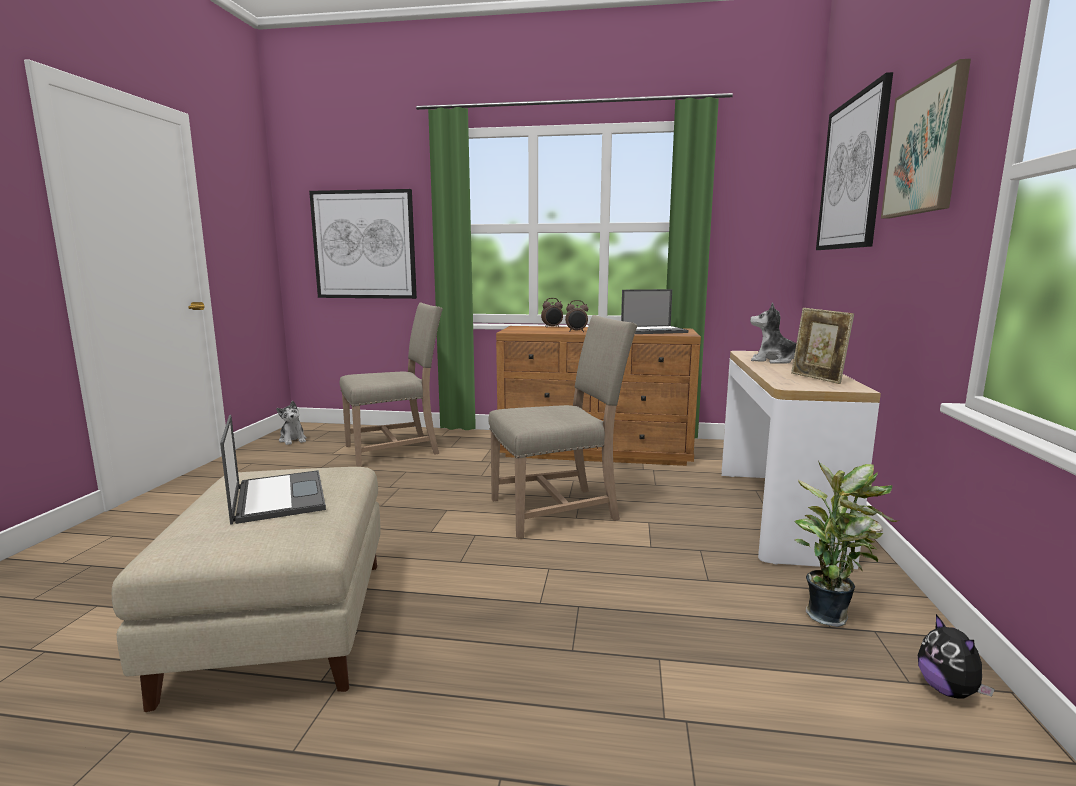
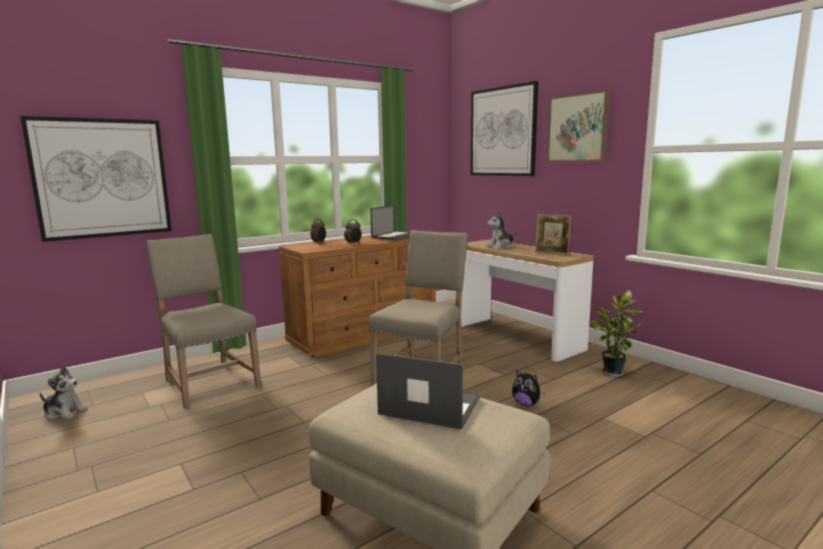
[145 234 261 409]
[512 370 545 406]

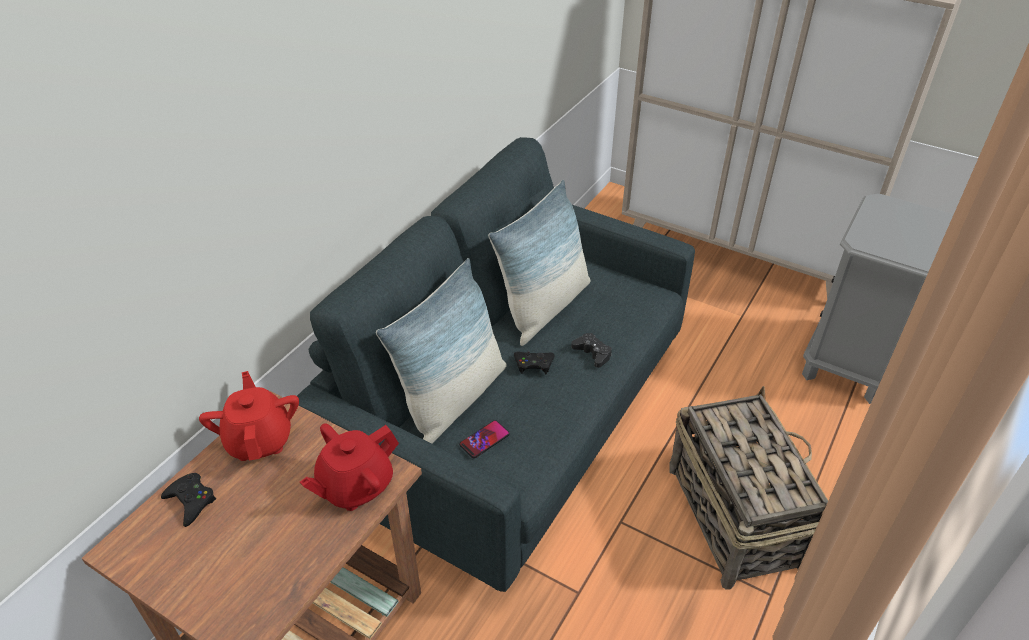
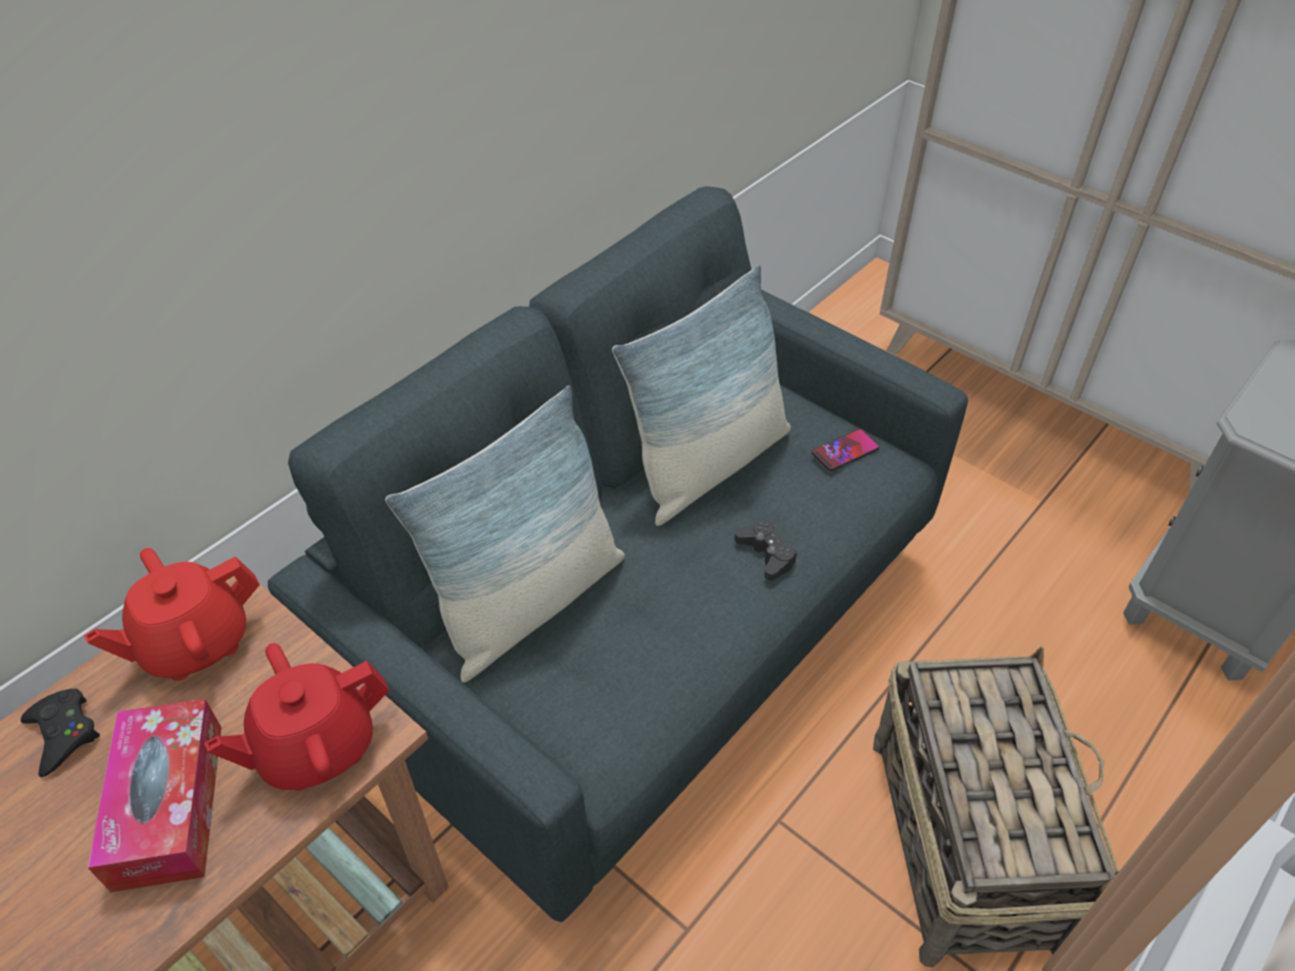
[84 548 260 681]
[812 429 880 471]
[514 352 555 374] (first image)
[87 699 221 892]

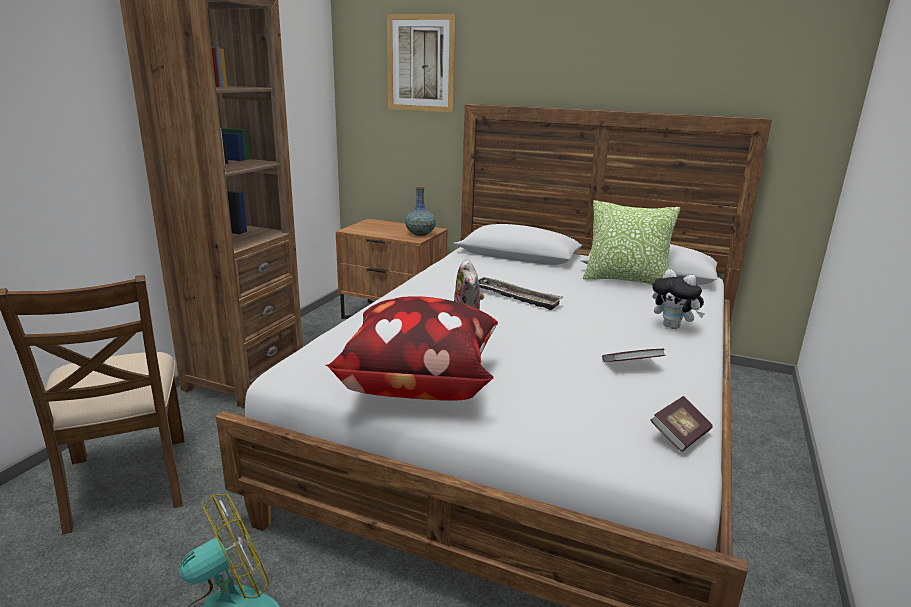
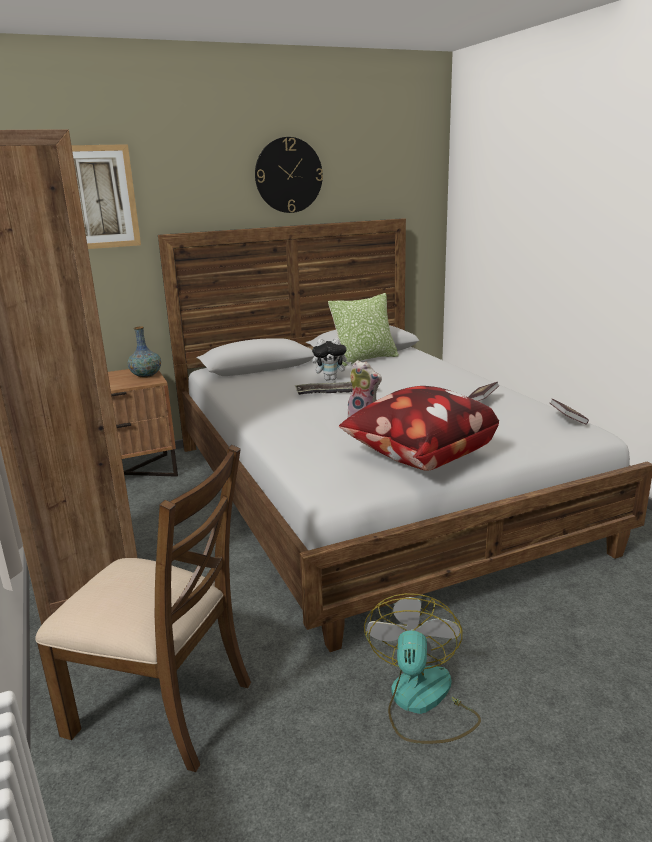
[312 338 351 381]
[255 137 323 213]

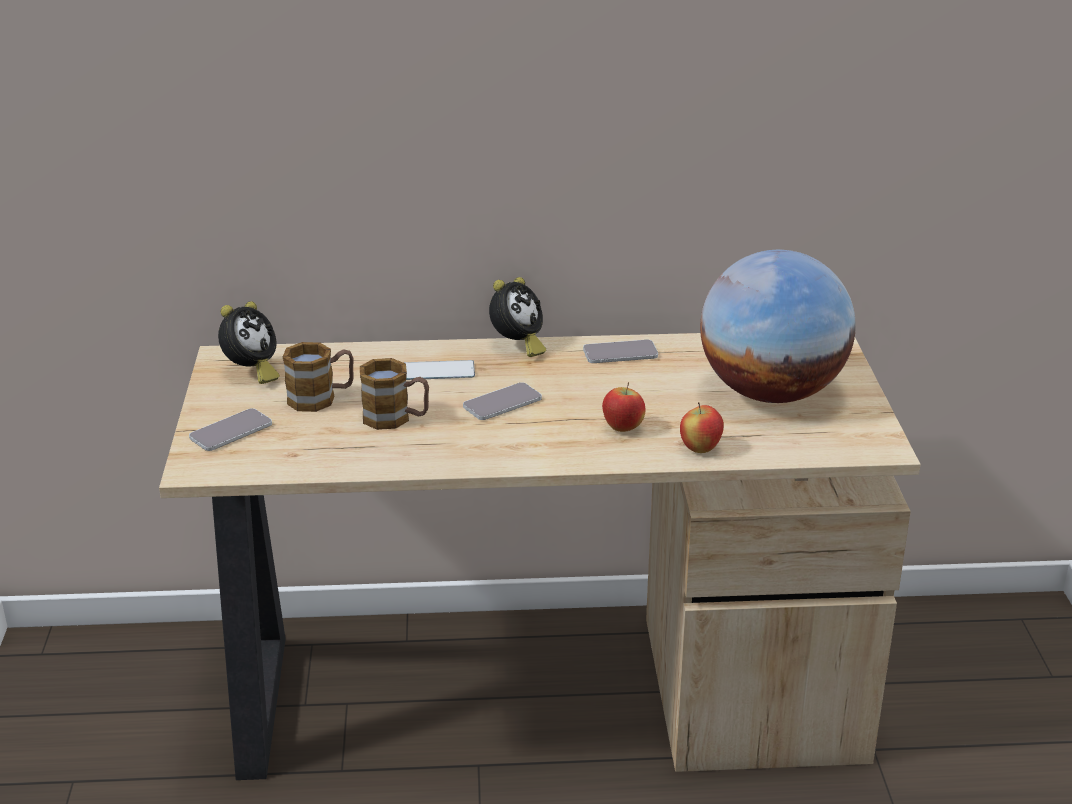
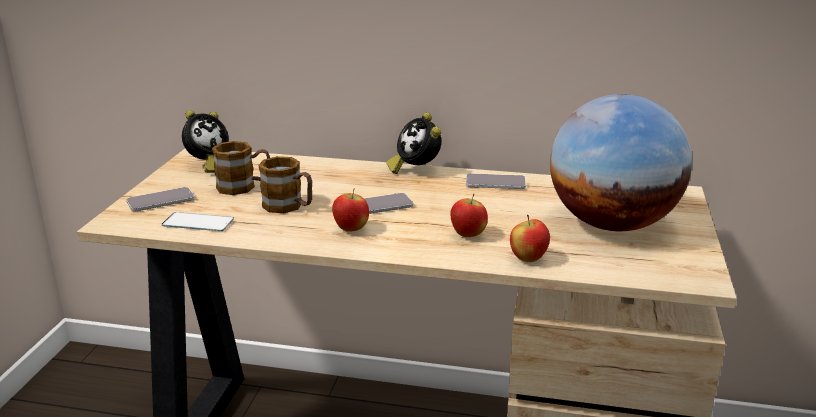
[162 212 234 231]
[386 112 441 174]
[332 188 369 232]

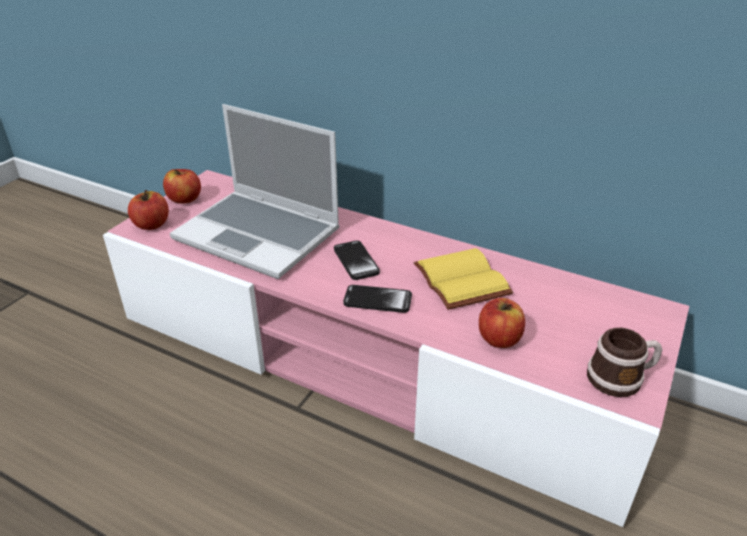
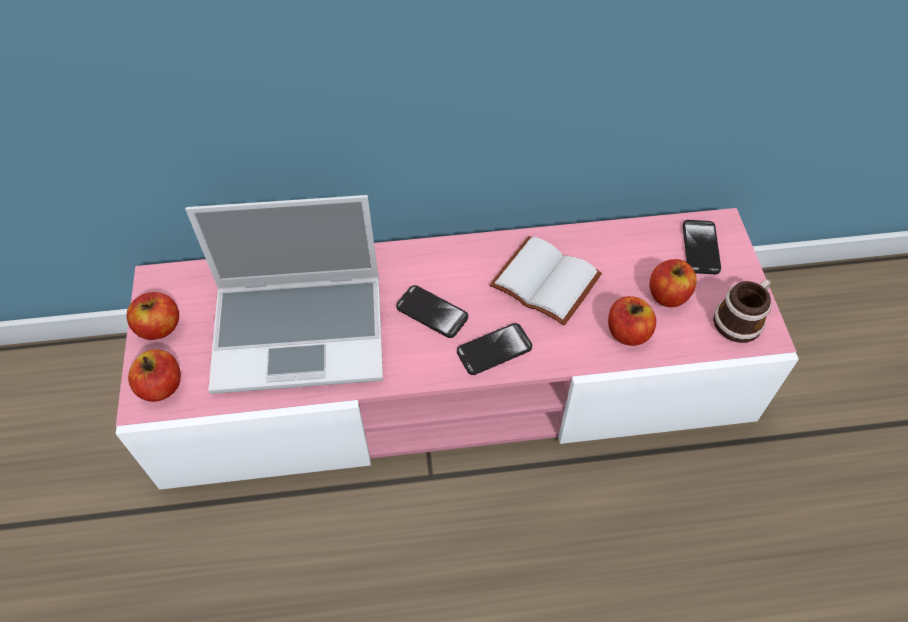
[490 236 602 326]
[649 259 697 307]
[683 220 721 275]

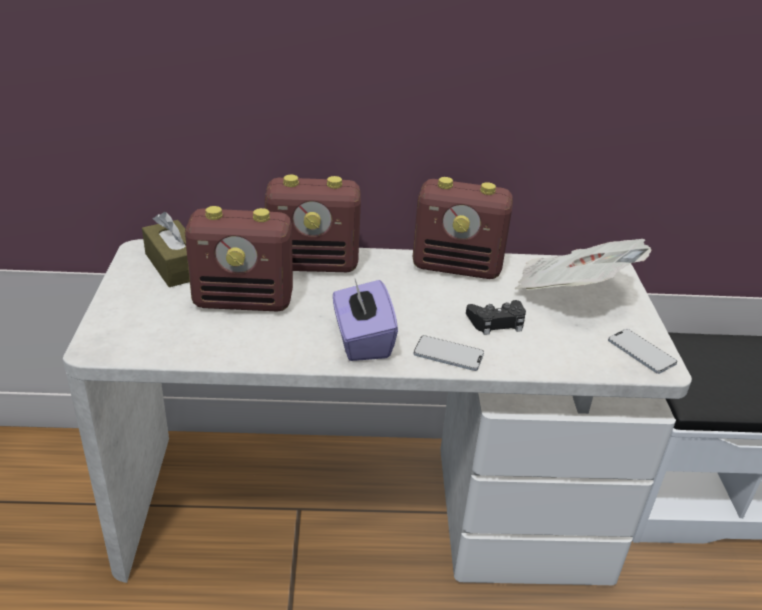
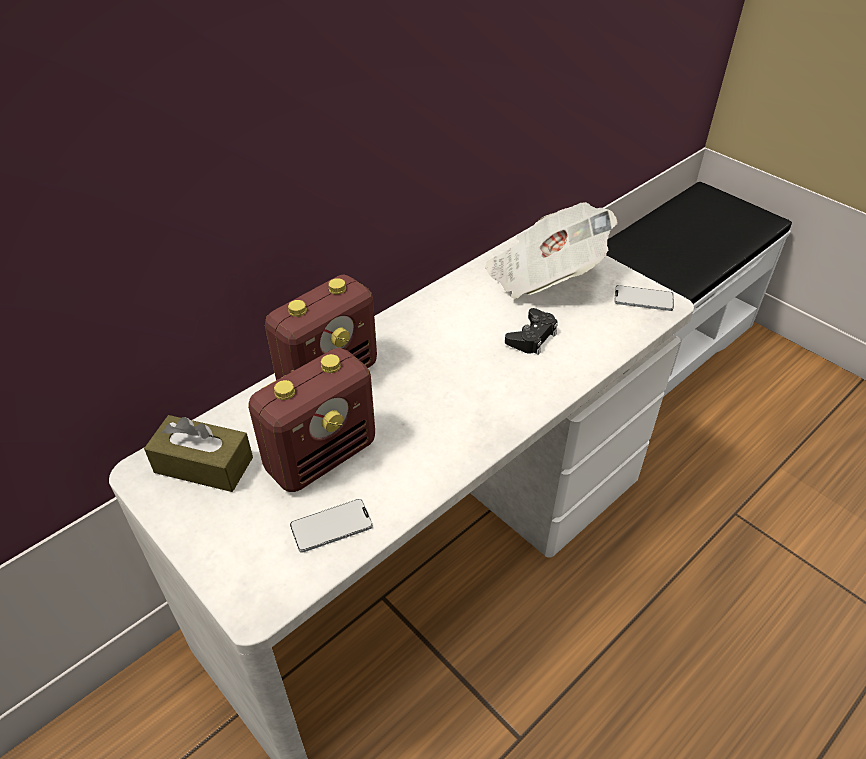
[333 277 398 361] (first image)
[413 177 513 279] (first image)
[290 499 373 553]

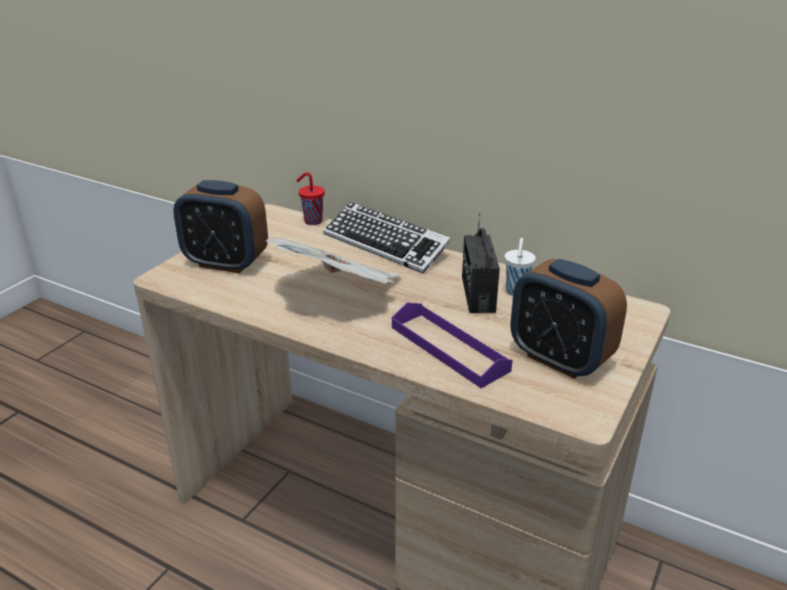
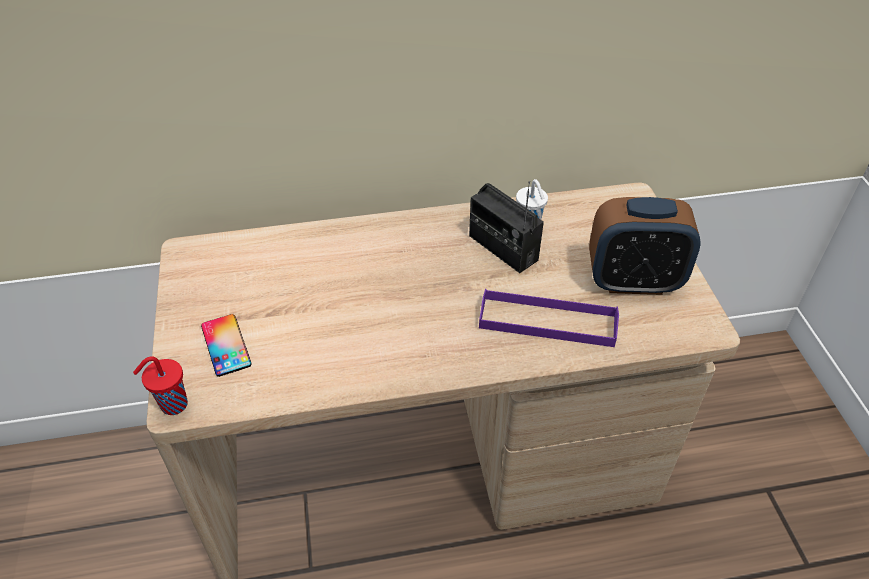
[201 314 252 377]
[266 237 401 284] (first image)
[133 356 188 415]
[323 202 451 273] (first image)

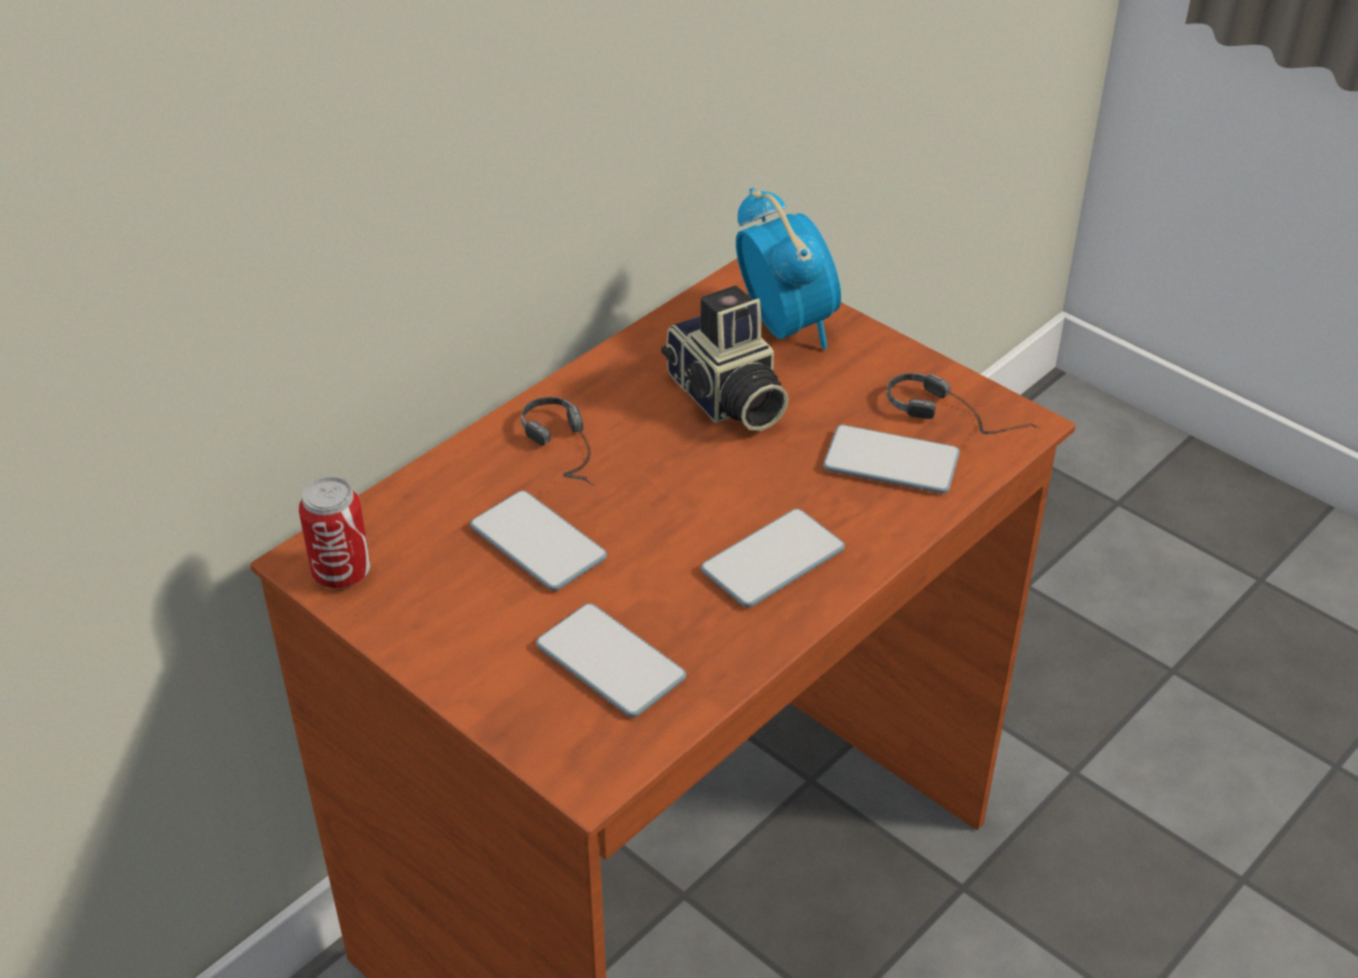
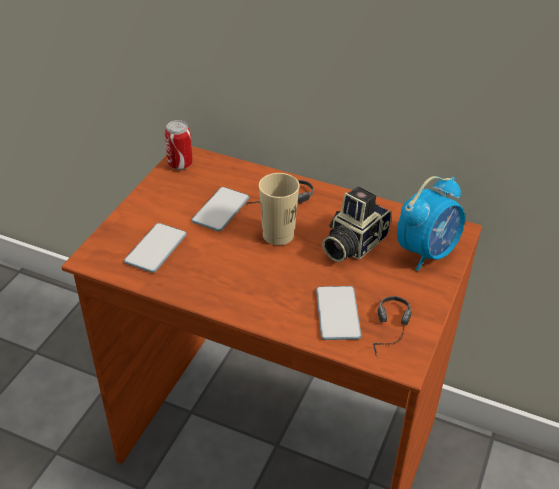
[701 509 845 608] (first image)
[259 173 300 245]

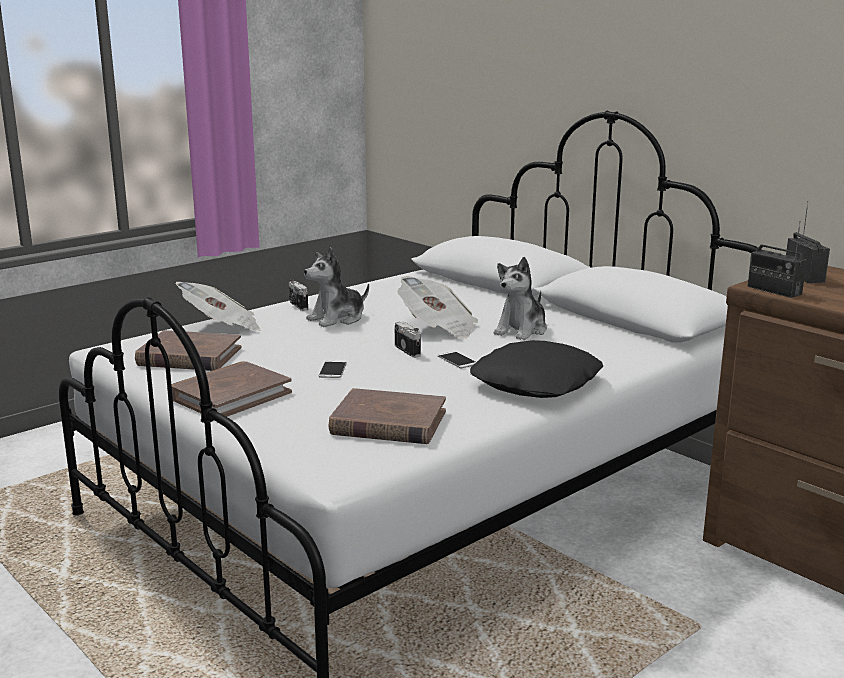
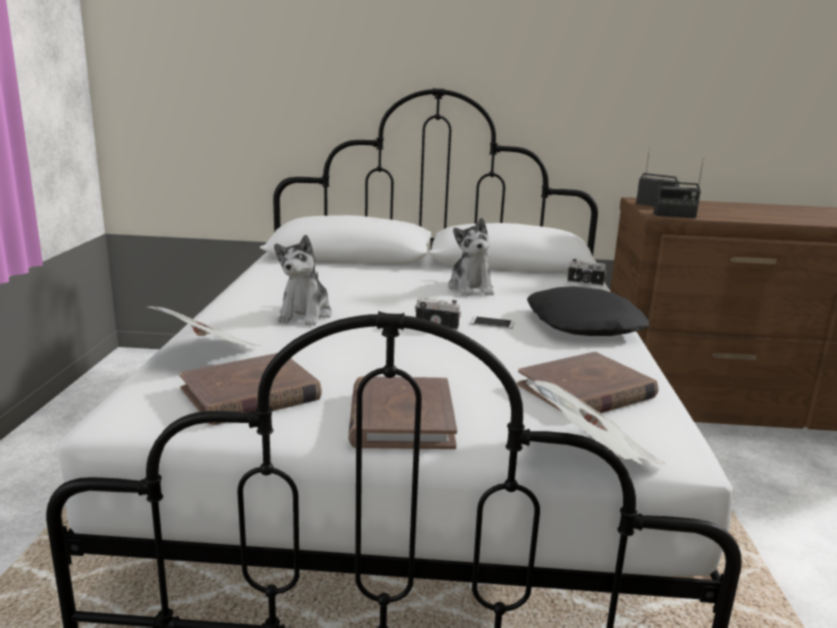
[567 259 607 286]
[319 361 347 378] (first image)
[529 380 666 465]

